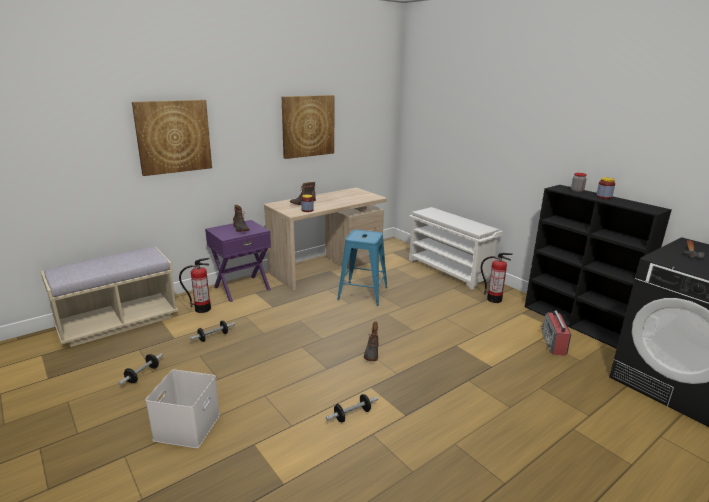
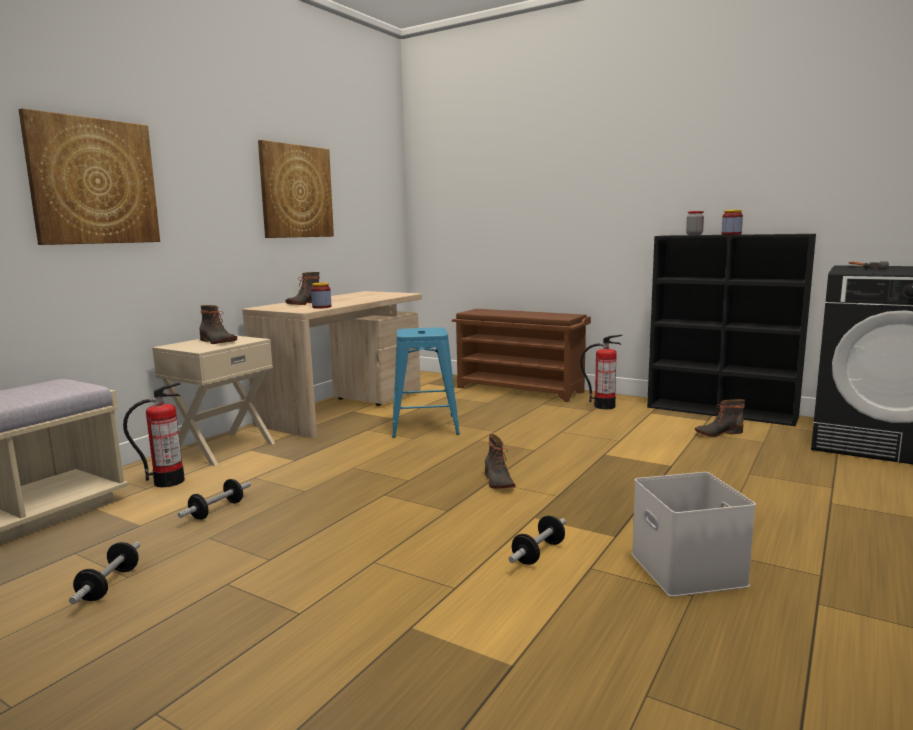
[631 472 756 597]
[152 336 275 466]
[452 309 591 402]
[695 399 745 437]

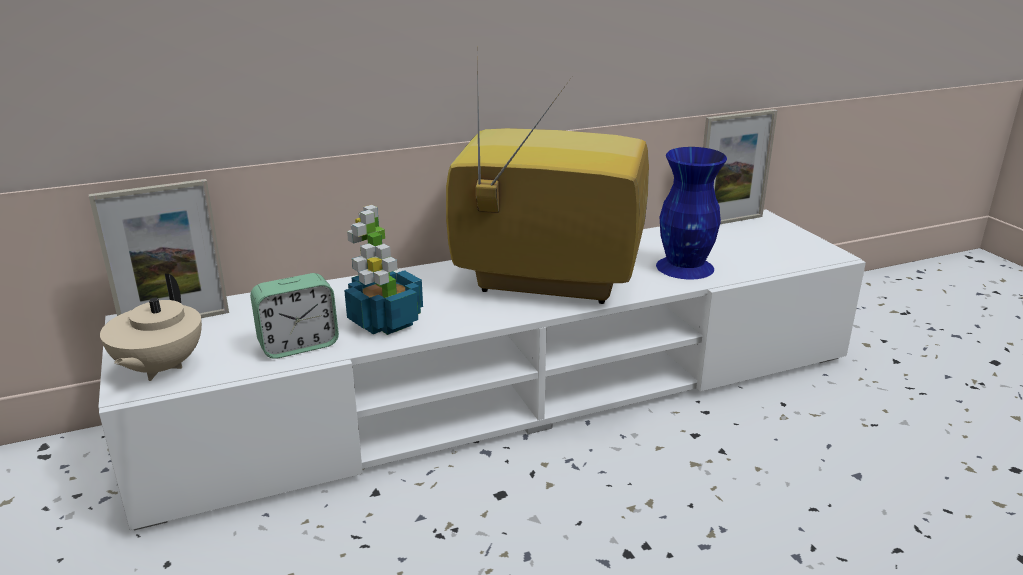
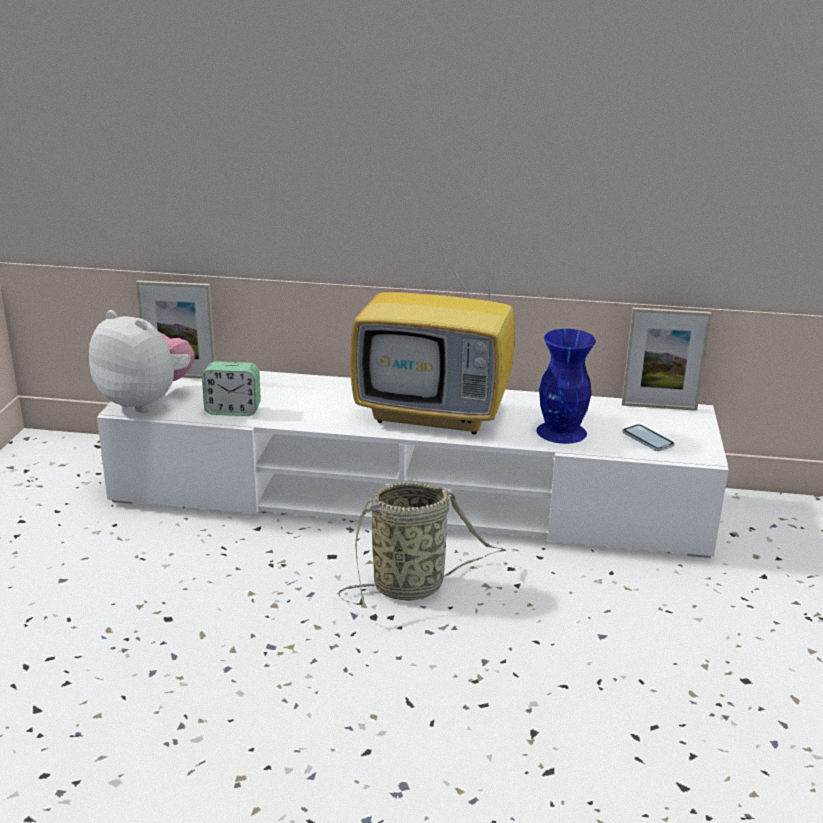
[89 310 195 413]
[344 205 423 335] (first image)
[350 218 515 434]
[338 482 506 608]
[623 424 675 451]

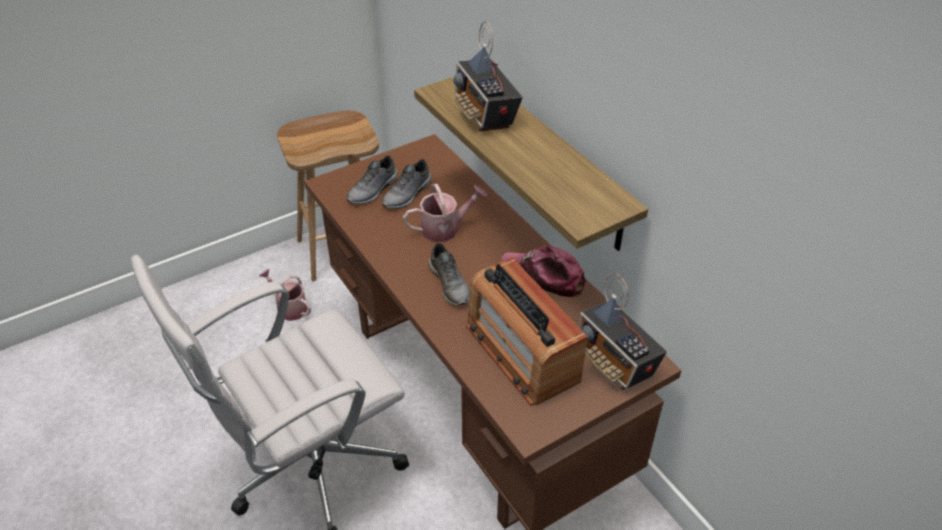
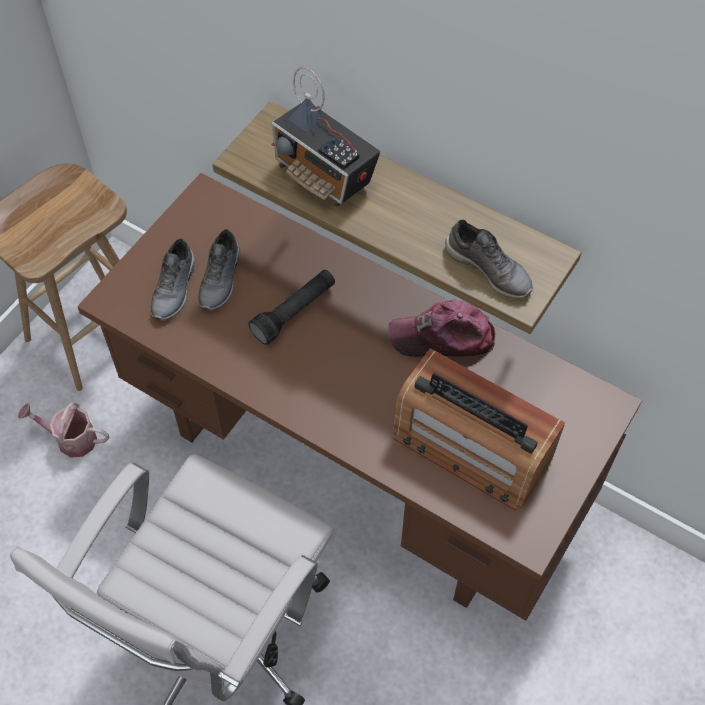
[249 270 335 345]
[445 220 533 299]
[579 273 667 390] (first image)

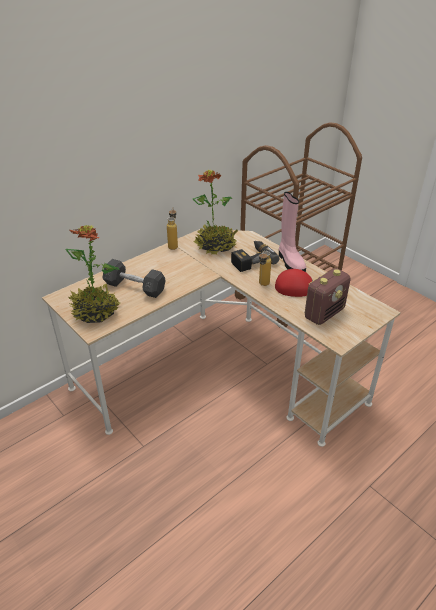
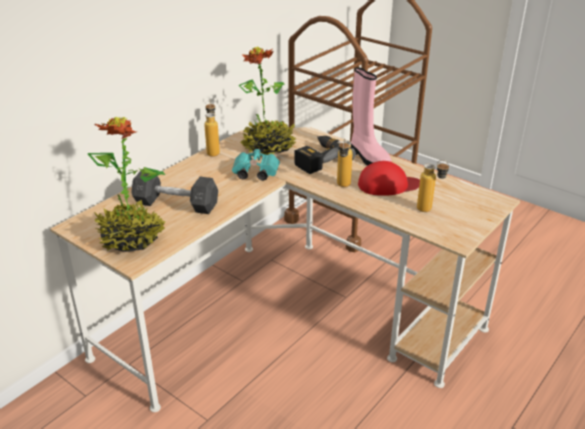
[417 160 449 212]
[232 149 280 181]

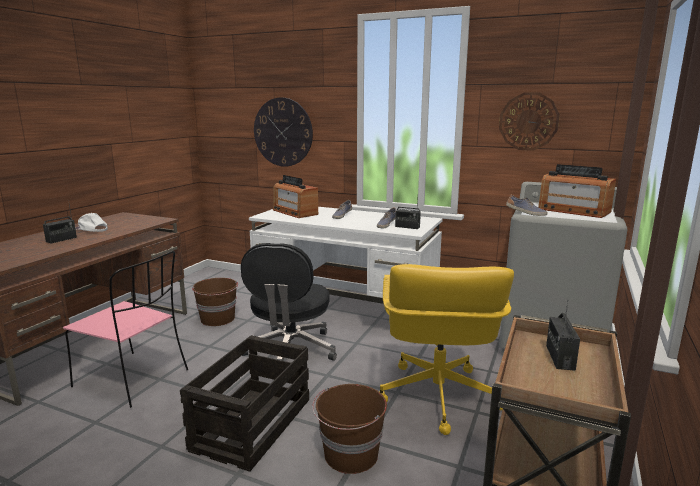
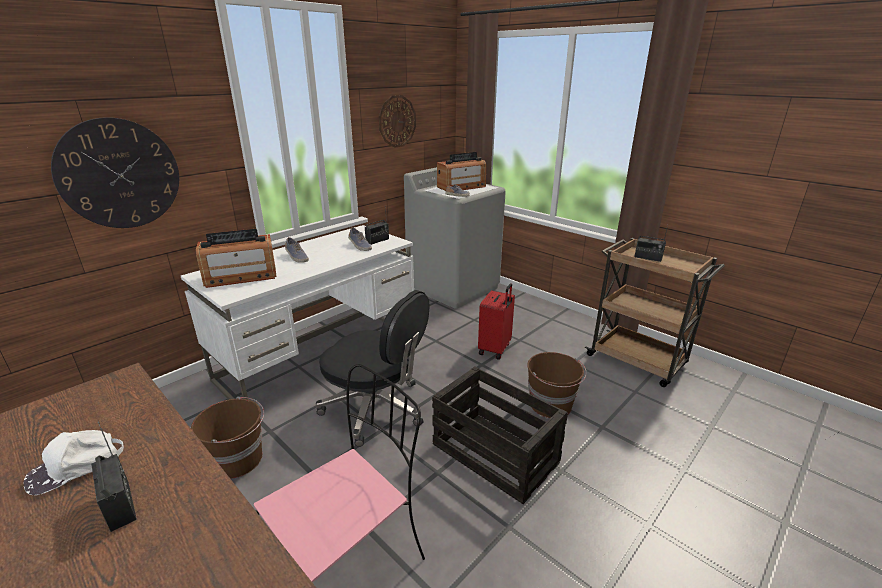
[478 283 515 360]

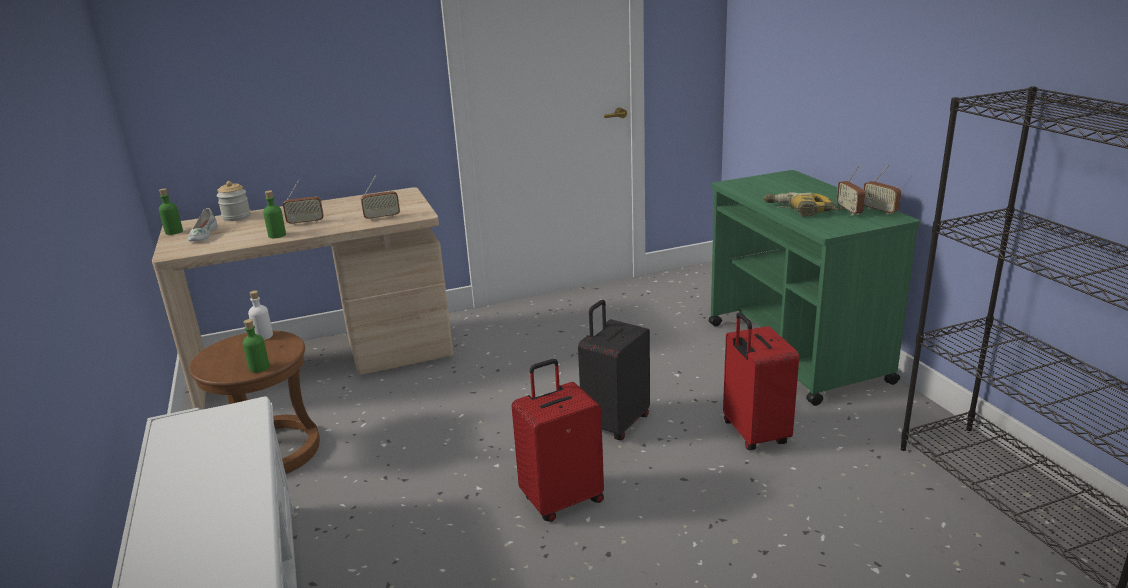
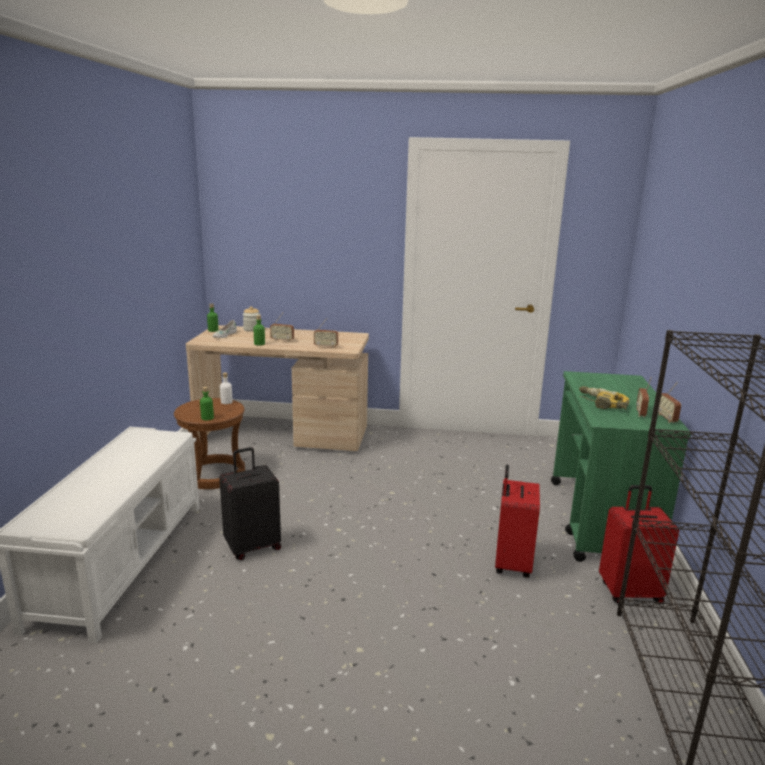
[599 485 679 604]
[219 447 281 560]

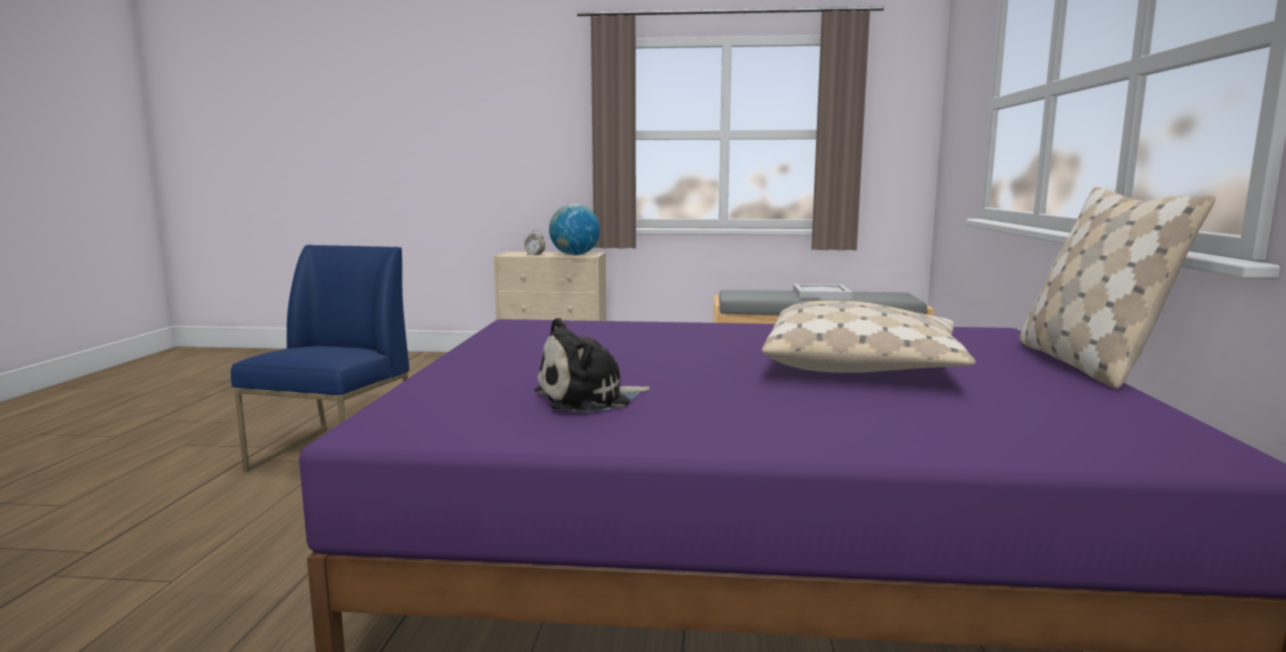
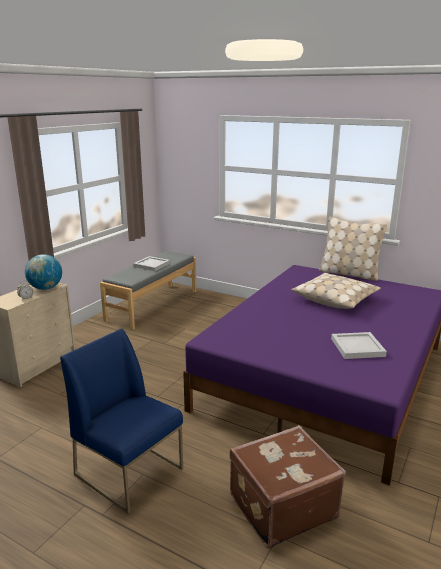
[331 332 387 359]
[230 425 346 548]

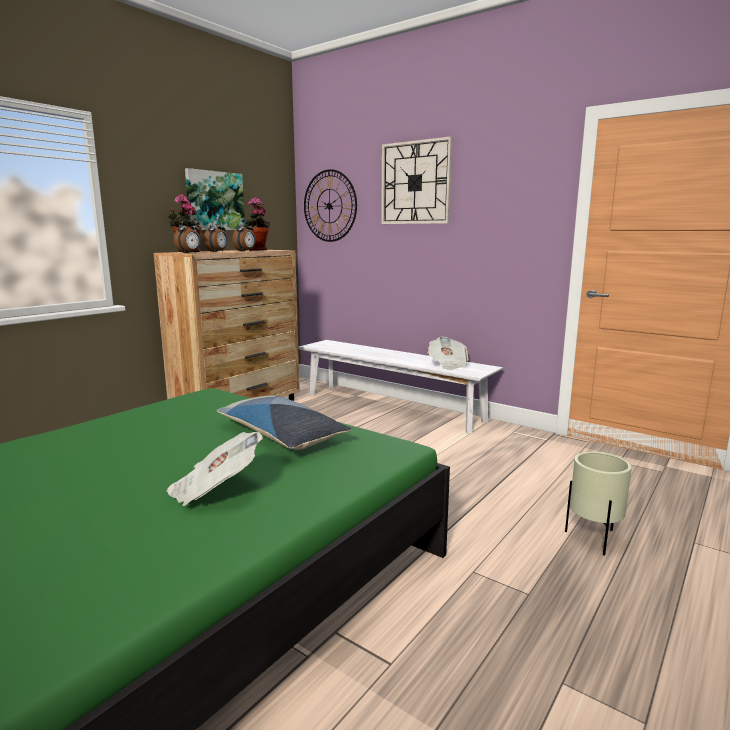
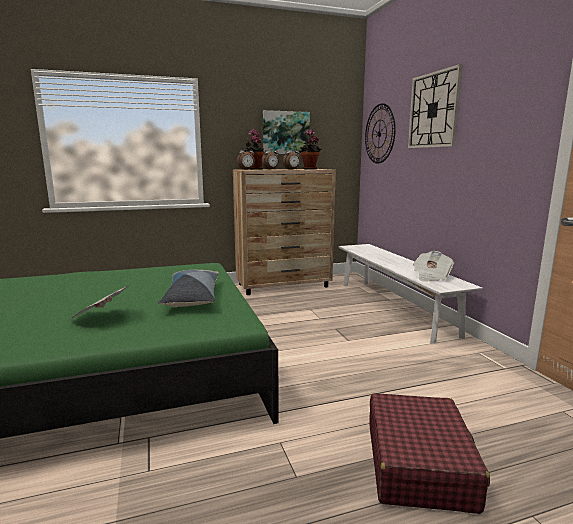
[369 393 490 514]

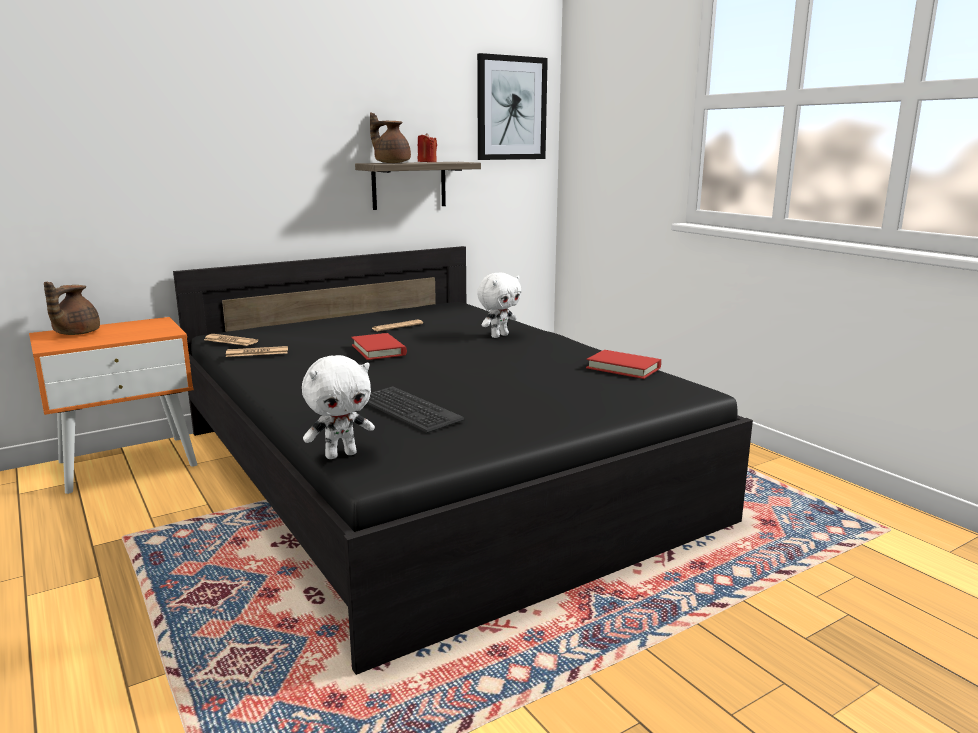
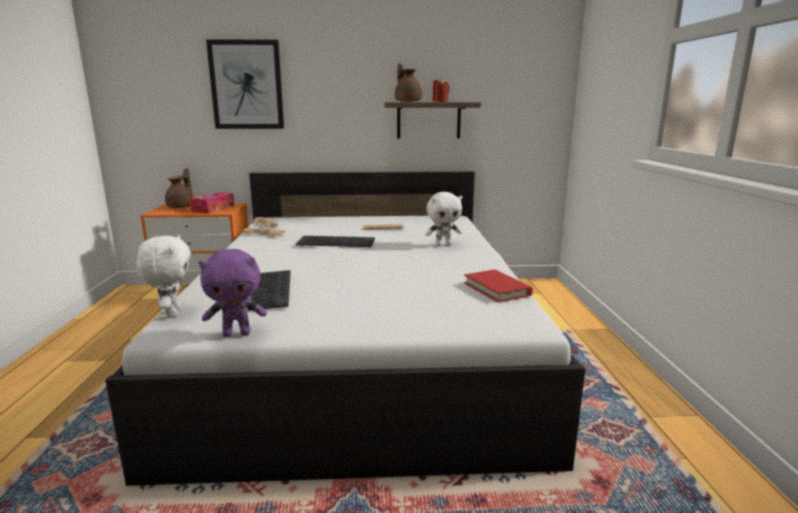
[165 168 194 208]
[105 172 585 486]
[136 235 191 318]
[296 236 375 247]
[206 39 284 129]
[190 192 234 213]
[199 249 267 337]

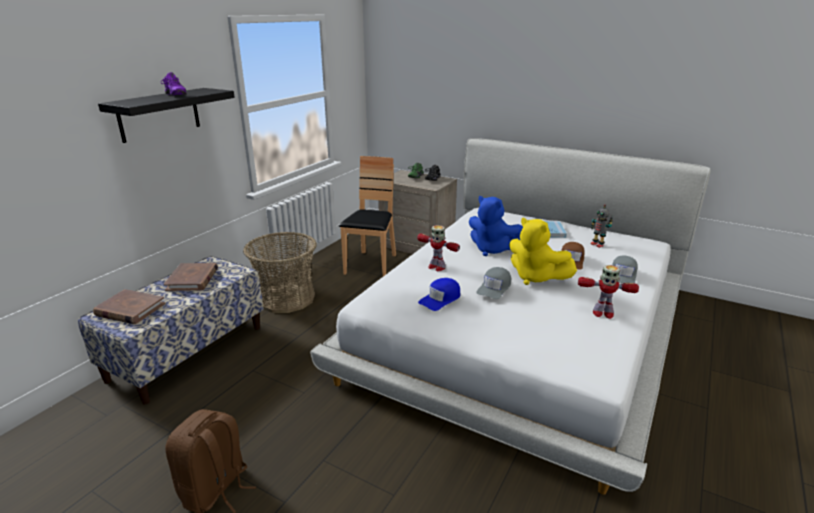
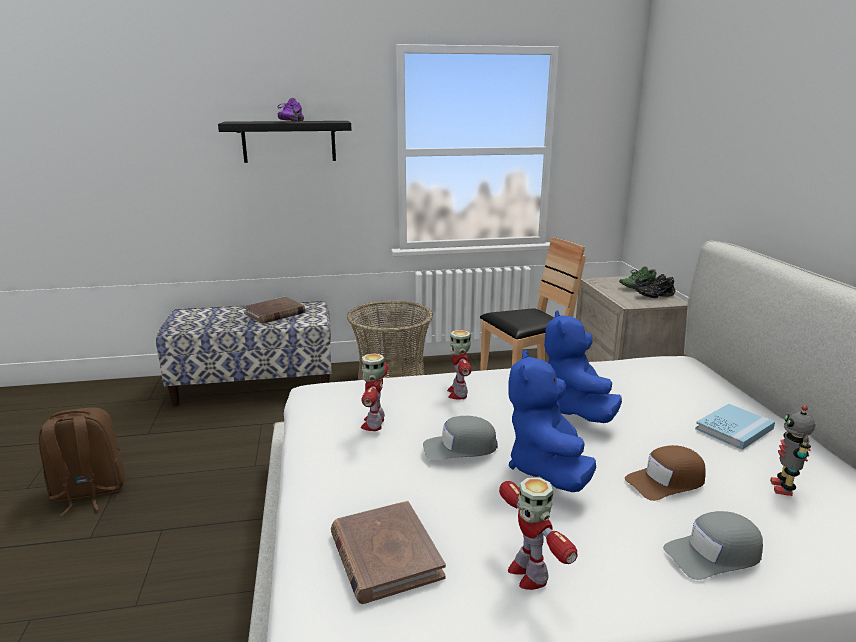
[331 501 446 604]
[361 353 389 431]
[508 350 596 492]

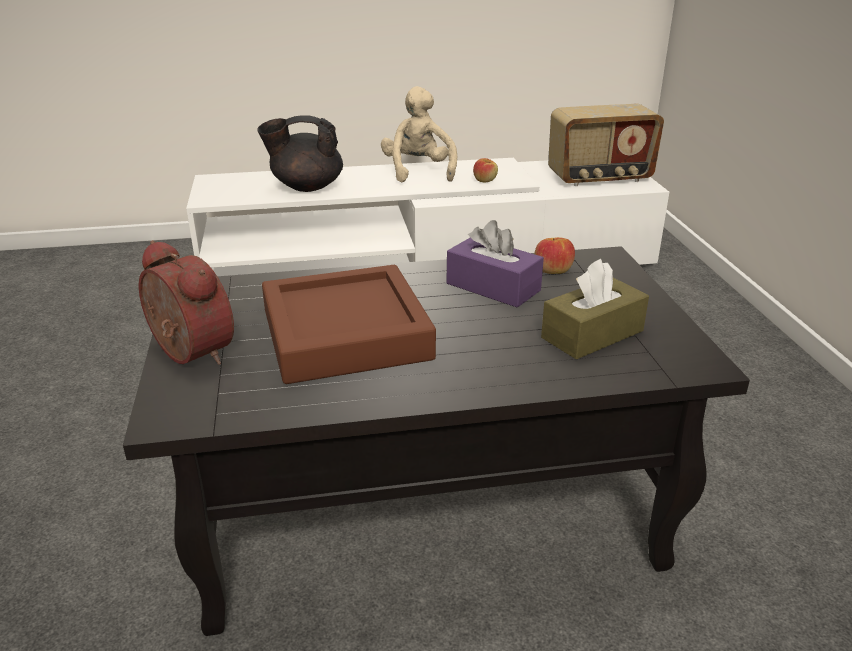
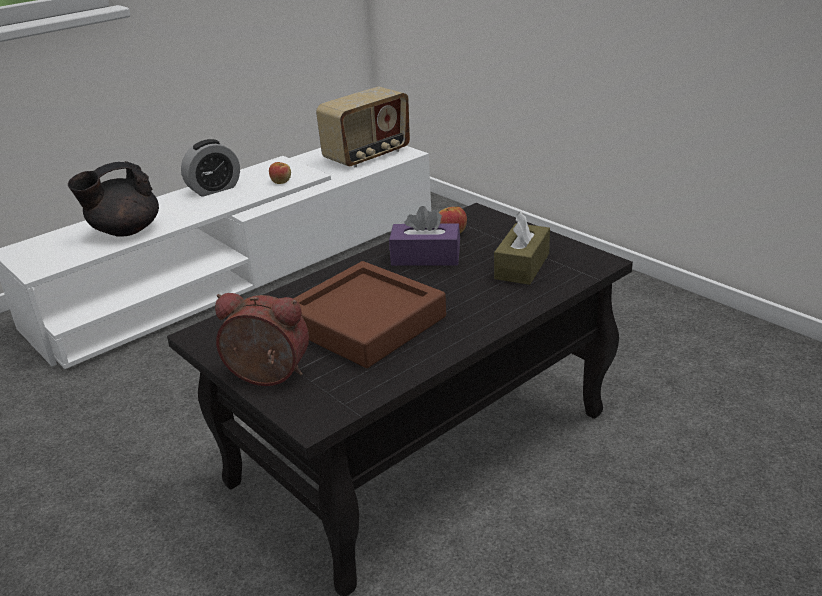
[181 139 240 197]

